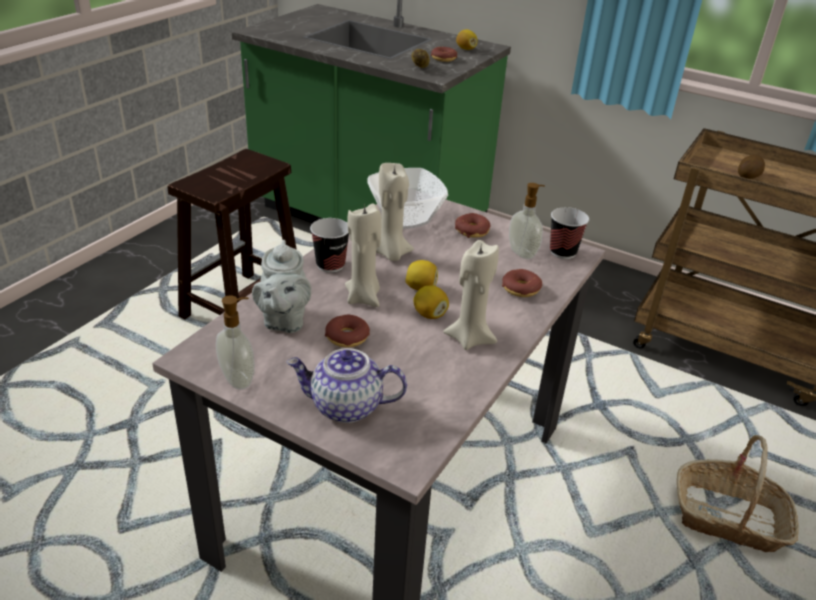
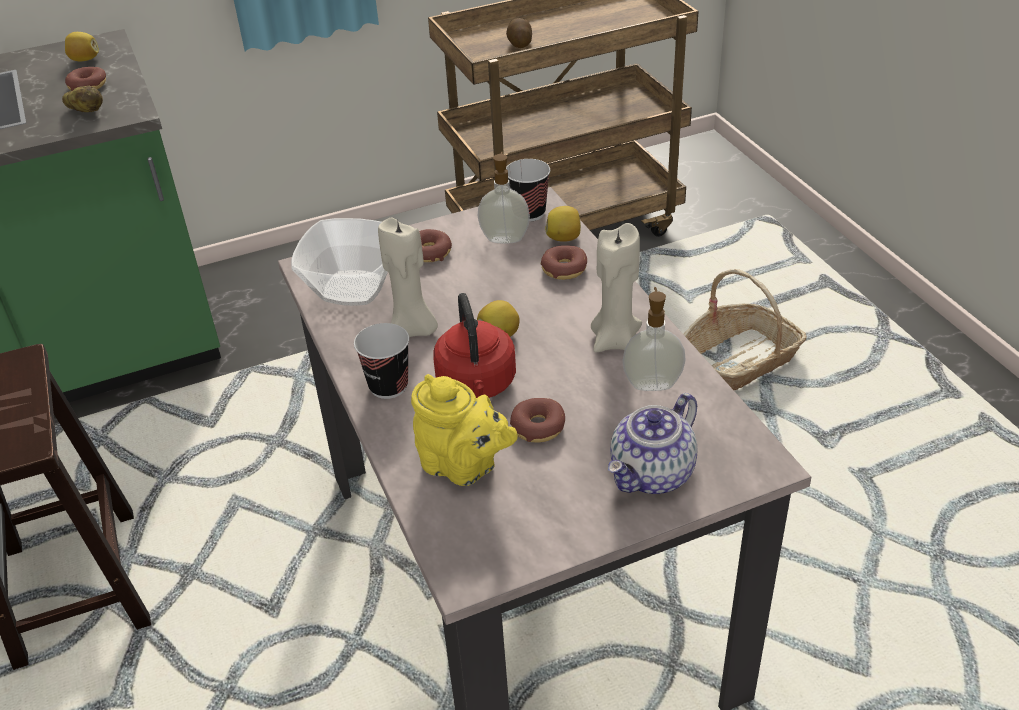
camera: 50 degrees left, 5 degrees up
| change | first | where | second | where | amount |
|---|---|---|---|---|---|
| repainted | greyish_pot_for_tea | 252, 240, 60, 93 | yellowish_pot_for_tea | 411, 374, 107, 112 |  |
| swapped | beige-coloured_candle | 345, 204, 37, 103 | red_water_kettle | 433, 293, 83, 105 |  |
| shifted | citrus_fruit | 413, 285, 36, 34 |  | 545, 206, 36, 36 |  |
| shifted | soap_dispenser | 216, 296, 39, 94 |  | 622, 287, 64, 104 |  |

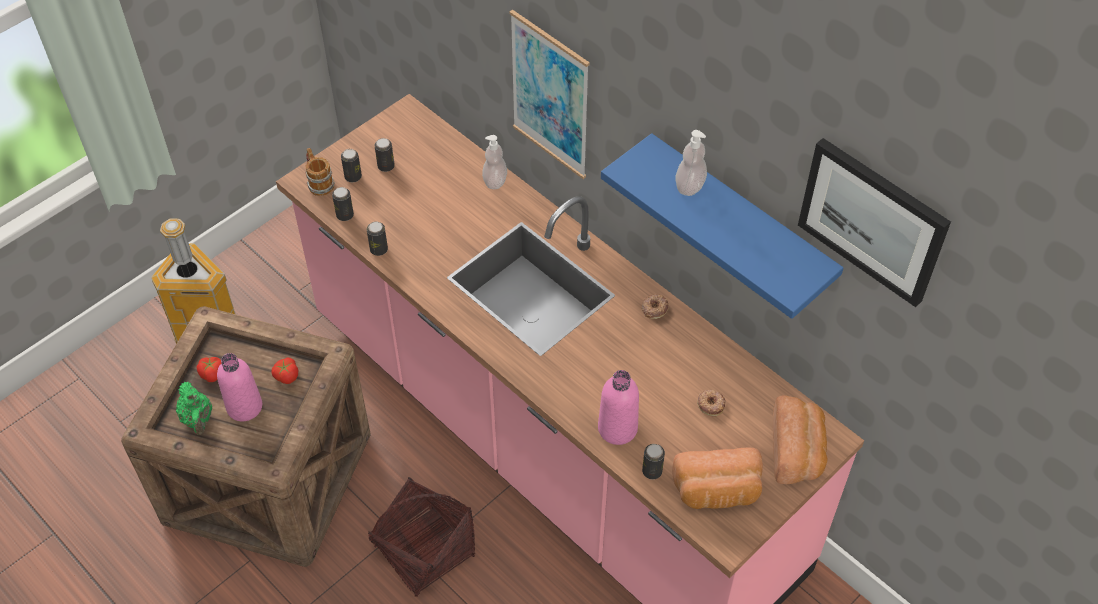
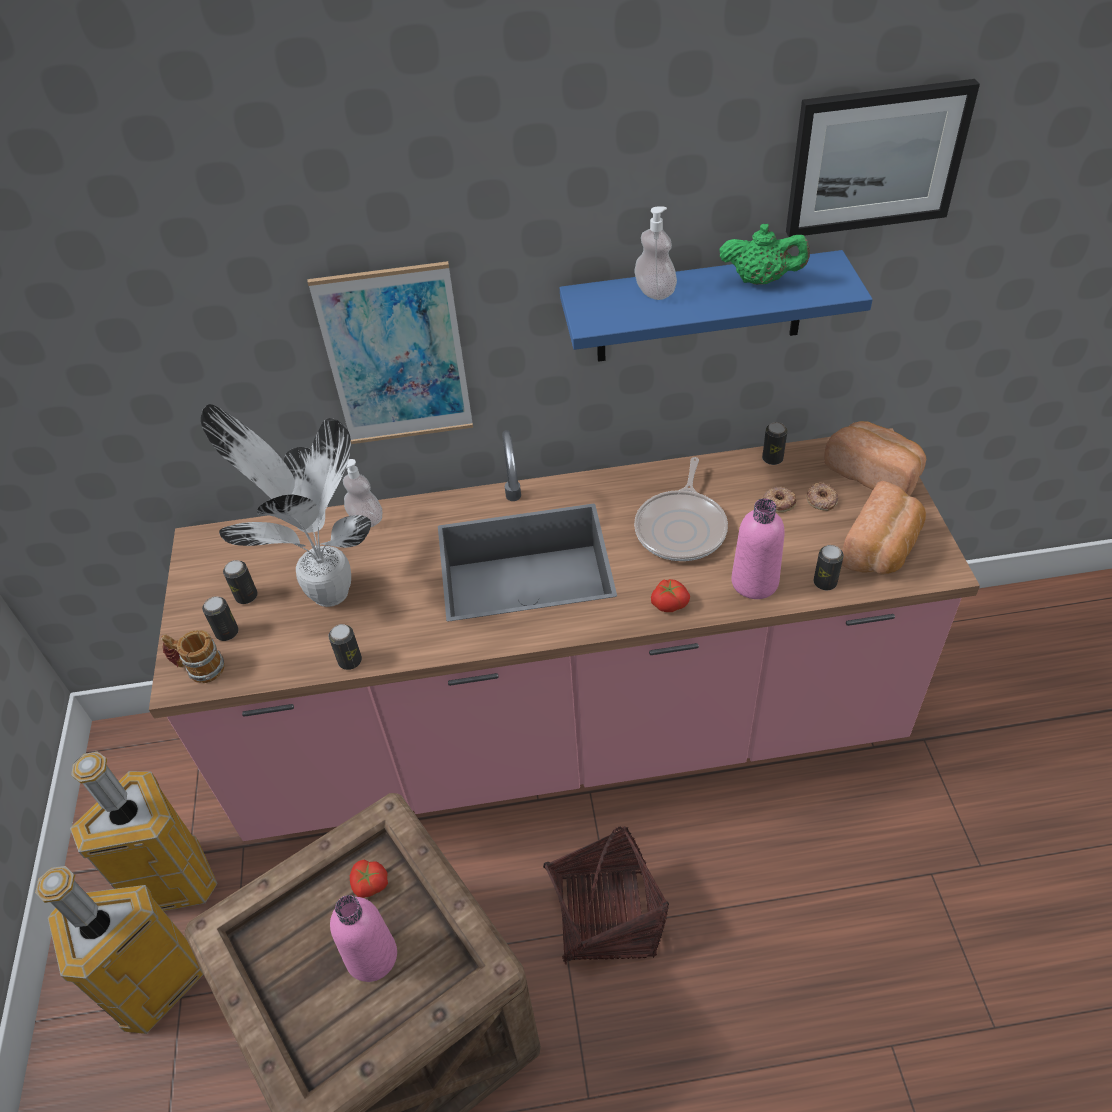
camera: 50 degrees left, 5 degrees down
| change | first | where | second | where | amount |
|---|---|---|---|---|---|
| new |  |  | rubbish_bin | 70, 752, 148, 159 |  |
| new |  |  | potted_plant | 201, 404, 170, 203 |  |
| new |  |  | skillet | 634, 457, 94, 104 |  |
| shifted | fresh_tomato | 197, 357, 24, 25 |  | 651, 579, 39, 33 |  |
| shifted | green_pot_for_tea | 176, 382, 36, 53 |  | 719, 224, 91, 61 |  |
| shifted | can | 332, 187, 22, 34 |  | 762, 422, 26, 43 |  |
| shifted | doughnut | 642, 294, 27, 25 |  | 806, 483, 33, 28 |  |

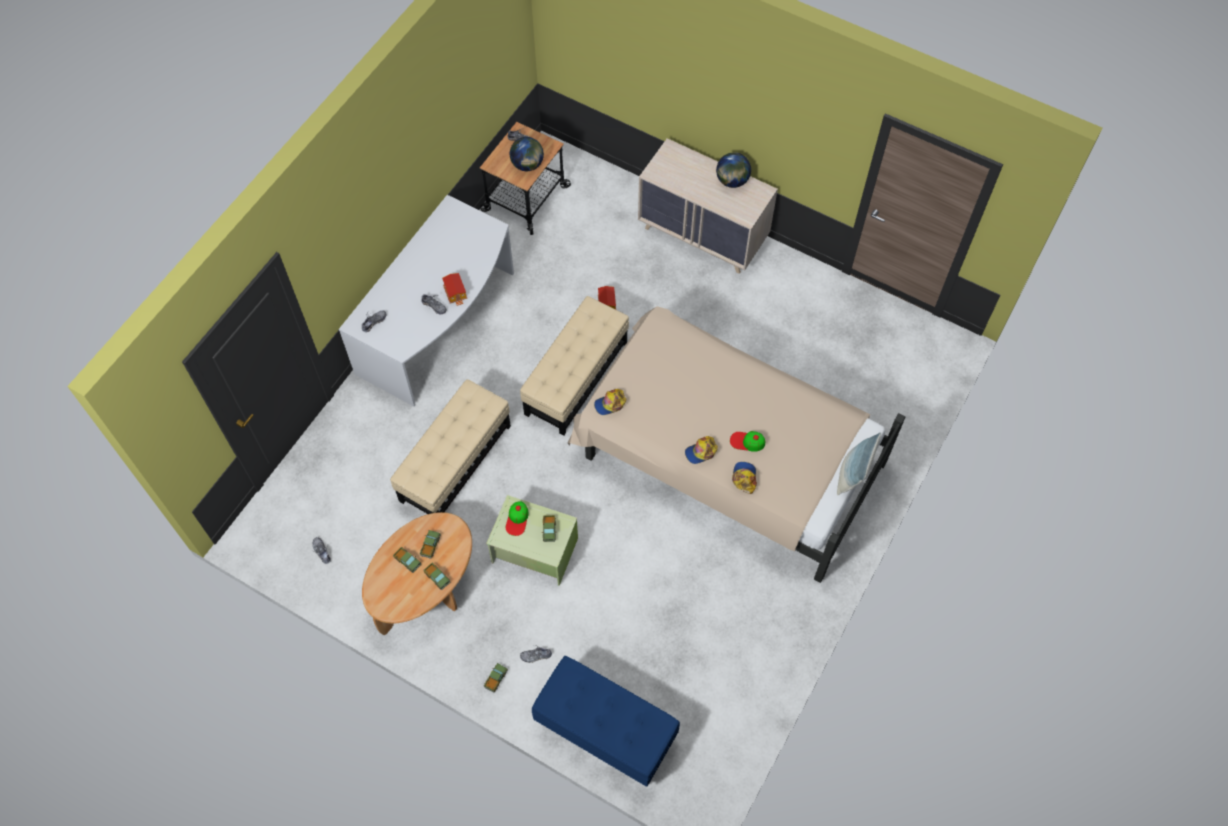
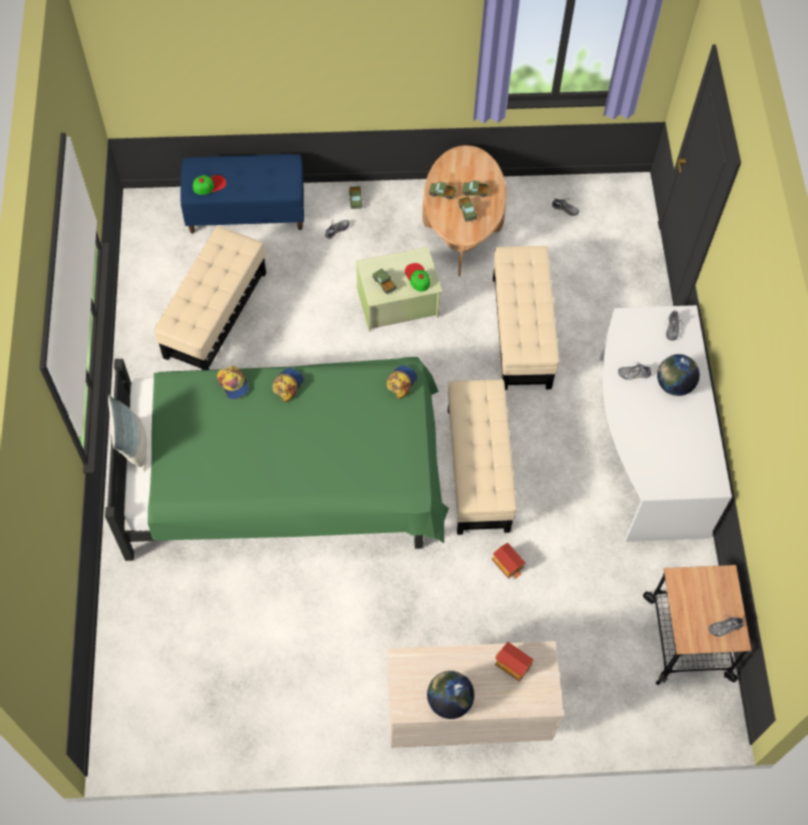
camera: 145 degrees right, 0 degrees up
| change | first | where | second | where | amount |
|---|---|---|---|---|---|
| repainted | beige-coloured_bedroom_bed | 568, 306, 337, 277 | green_bedroom_bed | 105, 357, 344, 204 |  |
| new |  |  | beige-coloured_pouffe | 154, 226, 112, 144 |  |
| shifted | cap | 730, 431, 35, 21 |  | 193, 175, 33, 20 |  |
| shifted | model_house | 442, 273, 25, 33 |  | 495, 642, 39, 40 |  |
| shifted | globe | 510, 137, 34, 34 |  | 657, 354, 43, 42 |  |

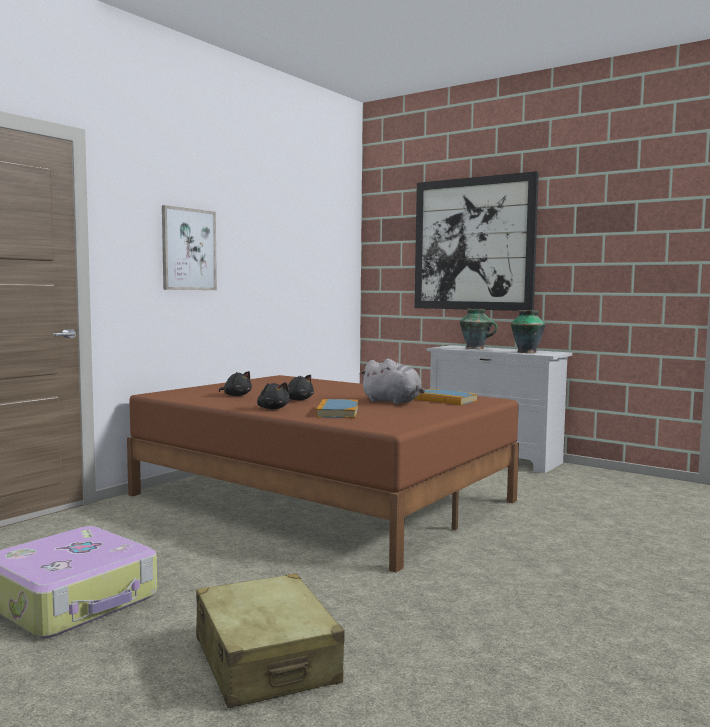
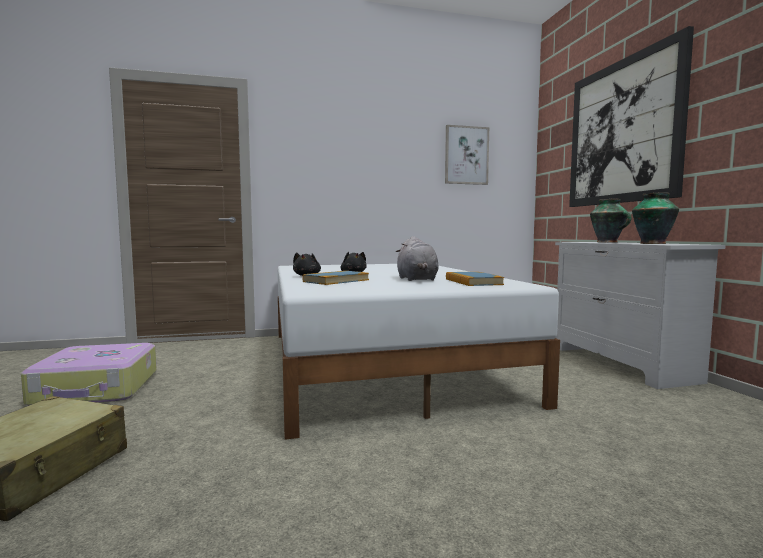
camera: 40 degrees right, 0 degrees up
| change | first | where | second | where | amount |
|---|---|---|---|---|---|
| repainted | brown-coloured_bedroom_bed | 127, 375, 392, 198 | white_bedroom_bed | 278, 264, 282, 176 |  |
| shifted | wall_picture | 162, 205, 55, 85 |  | 445, 125, 44, 60 |  |
| gone | black_soft_toy | 219, 371, 33, 25 |  |  |  |

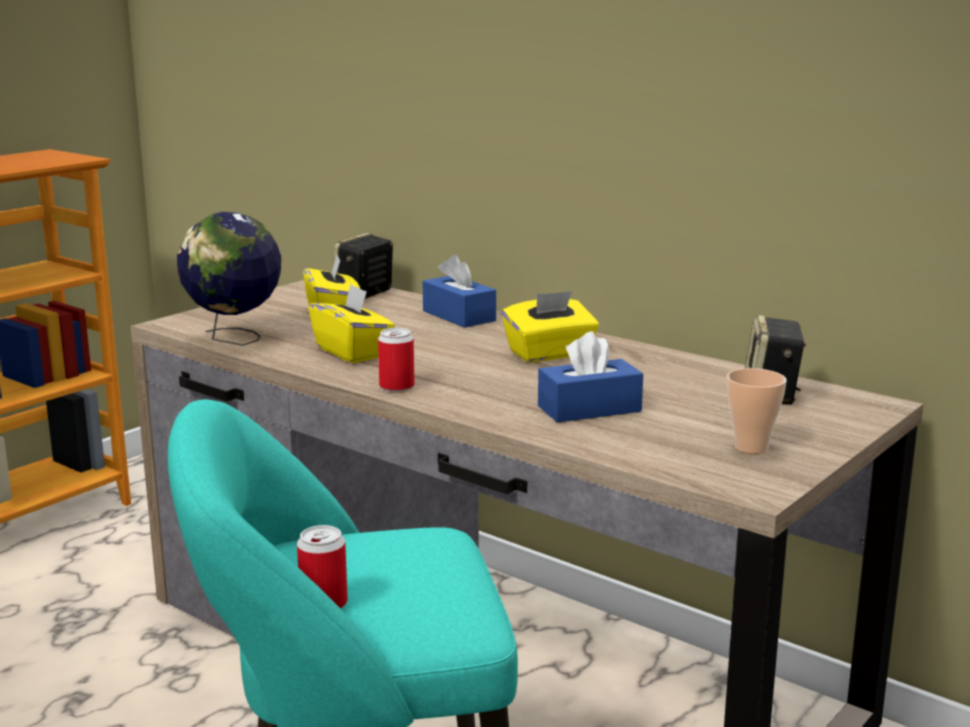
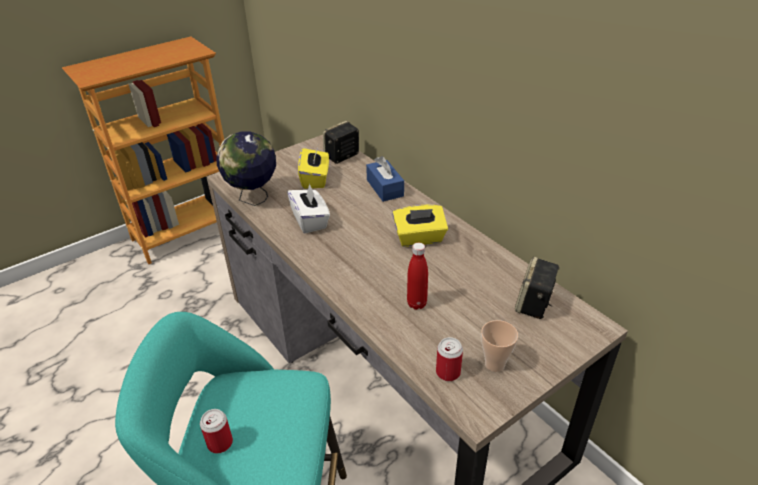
camera: 15 degrees right, 20 degrees up
| change | first | where | second | where | amount |
|---|---|---|---|---|---|
| repainted | yellowish_tissue_box | 308, 284, 87, 79 | white_tissue_box | 287, 184, 43, 49 |  |
| swapped | bluish_tissue_box | 538, 332, 105, 91 | red_drink_bottle | 407, 243, 21, 67 |  |
| shifted | can | 378, 328, 37, 64 |  | 436, 337, 27, 44 |  |

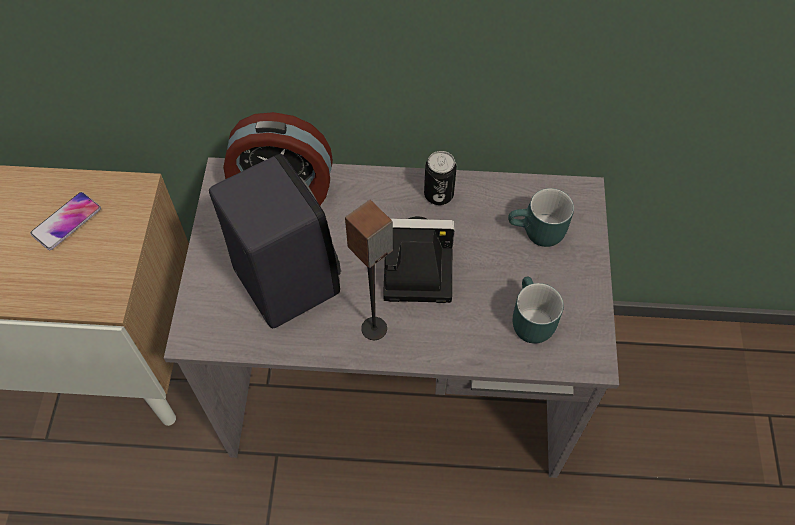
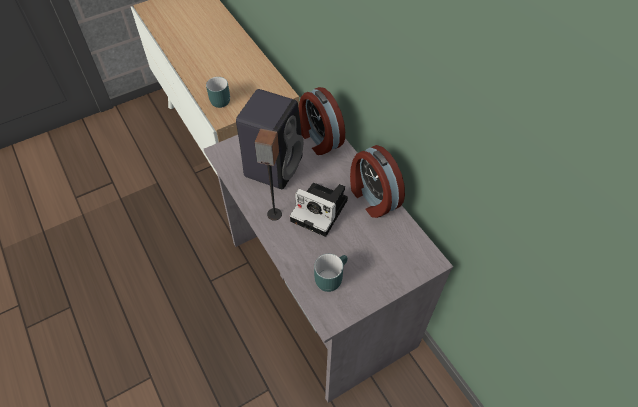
camera: 55 degrees right, 5 degrees down
| change | first | where | second | where | amount |
|---|---|---|---|---|---|
| shifted | turquoise-coloured_mug | 508, 188, 66, 59 |  | 206, 77, 24, 31 |  |
| rotated | photo_camera | 383, 216, 72, 87 |  | 290, 183, 58, 54 | 150 degrees clockwise |
| swapped | can | 424, 151, 33, 54 | alarm_clock | 350, 145, 55, 73 |  |
| gone | phone | 30, 192, 71, 58 |  |  |  |

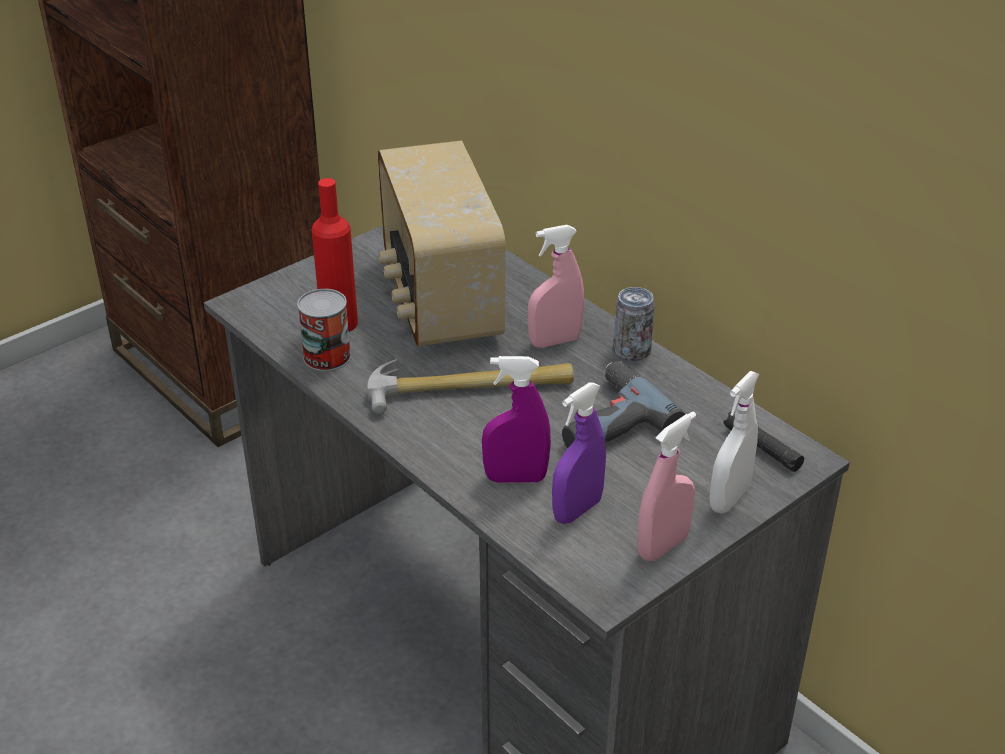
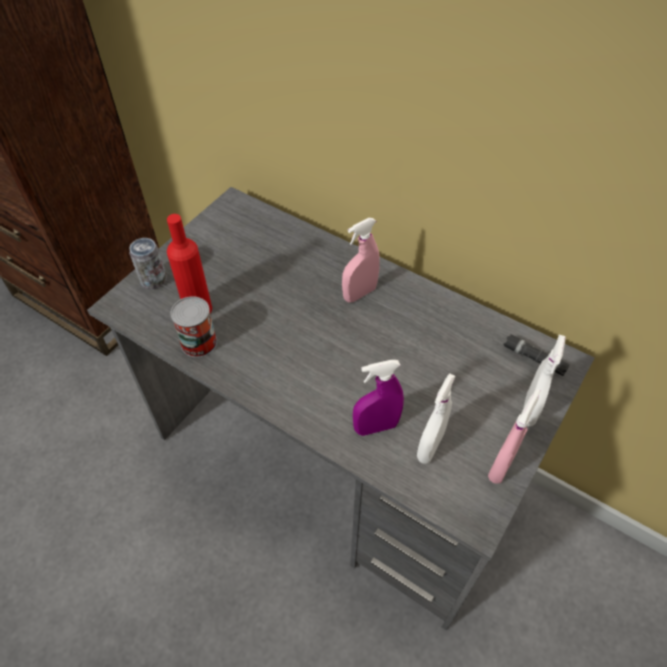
camera: 15 degrees left, 15 degrees up
| change | first | where | second | where | amount |
|---|---|---|---|---|---|
| shifted | can | 613, 287, 42, 74 |  | 129, 238, 38, 51 |  |
| repainted | purplish_sprayer | 552, 382, 54, 142 | white_sprayer | 417, 373, 39, 91 |  |
| gone | hand_hammer | 367, 359, 207, 55 |  |  |  |
| gone | radio_set | 378, 140, 128, 207 |  |  |  |
| gone | power_drill | 562, 361, 124, 87 |  |  |  |

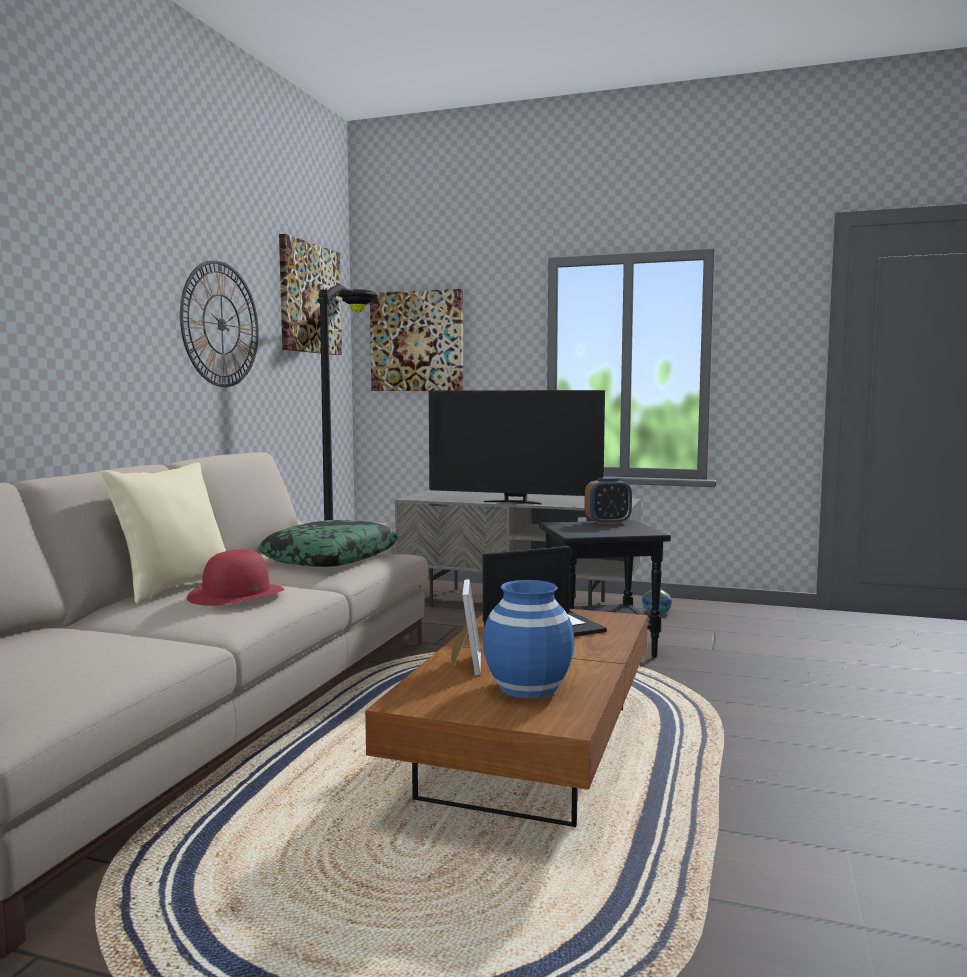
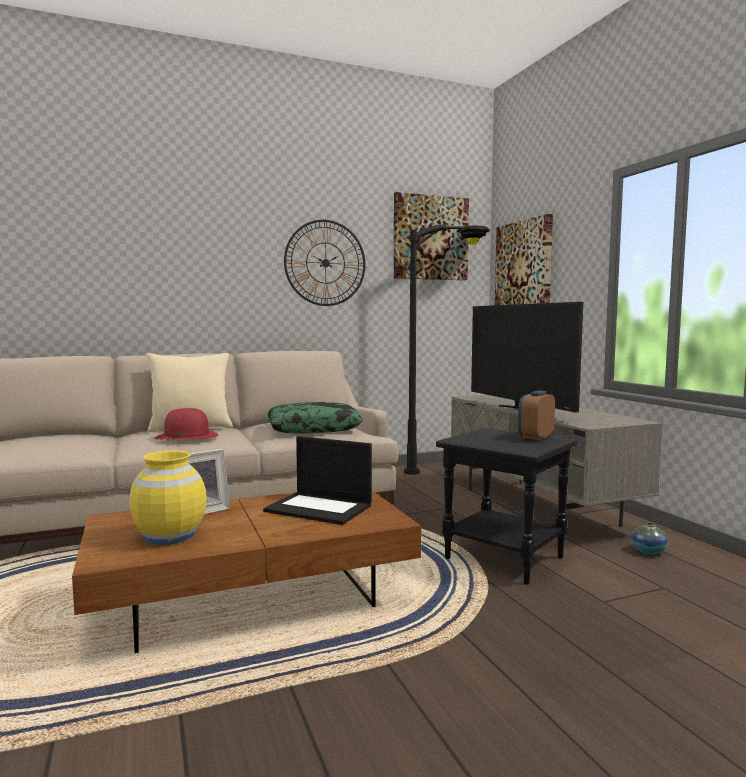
camera: 50 degrees right, 0 degrees up
| change | first | where | second | where | amount |
|---|---|---|---|---|---|
| repainted | bluish_vase | 483, 580, 91, 118 | yellowish_vase | 130, 450, 77, 95 |  |
| rotated | alarm_clock | 584, 477, 48, 47 |  | 518, 391, 37, 49 | 90 degrees clockwise |

